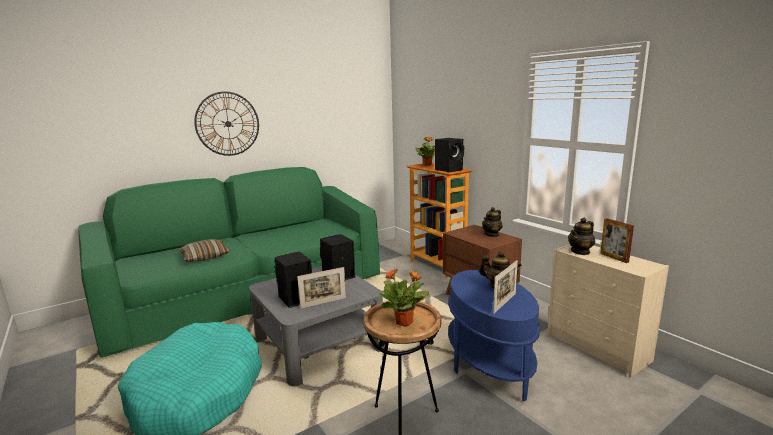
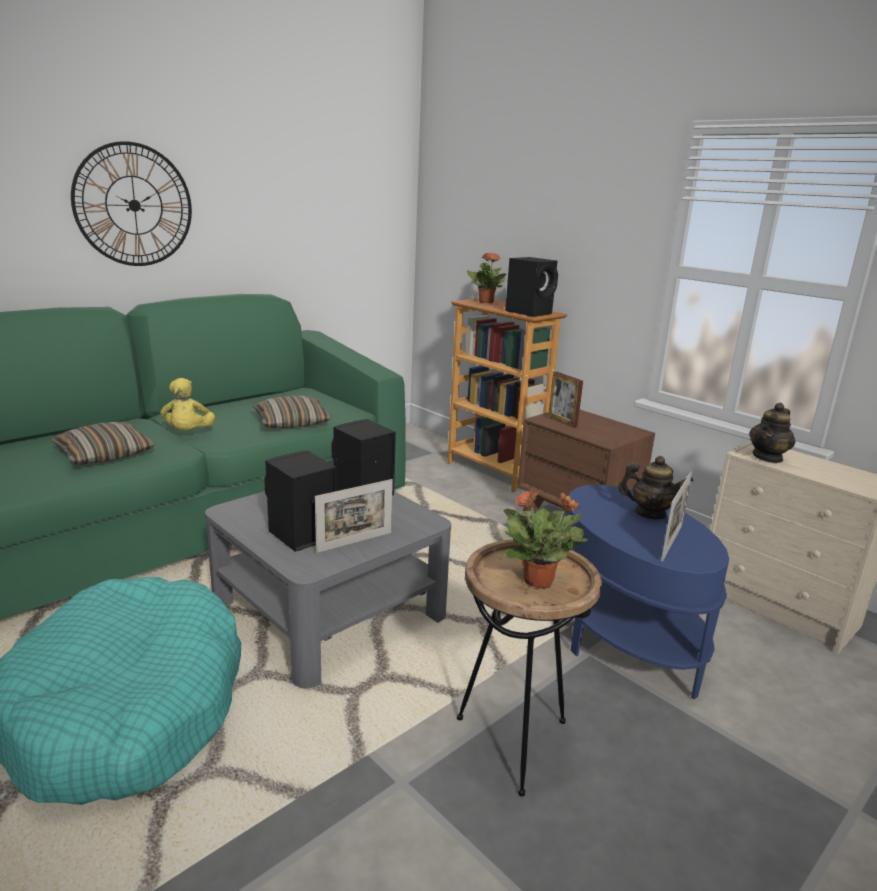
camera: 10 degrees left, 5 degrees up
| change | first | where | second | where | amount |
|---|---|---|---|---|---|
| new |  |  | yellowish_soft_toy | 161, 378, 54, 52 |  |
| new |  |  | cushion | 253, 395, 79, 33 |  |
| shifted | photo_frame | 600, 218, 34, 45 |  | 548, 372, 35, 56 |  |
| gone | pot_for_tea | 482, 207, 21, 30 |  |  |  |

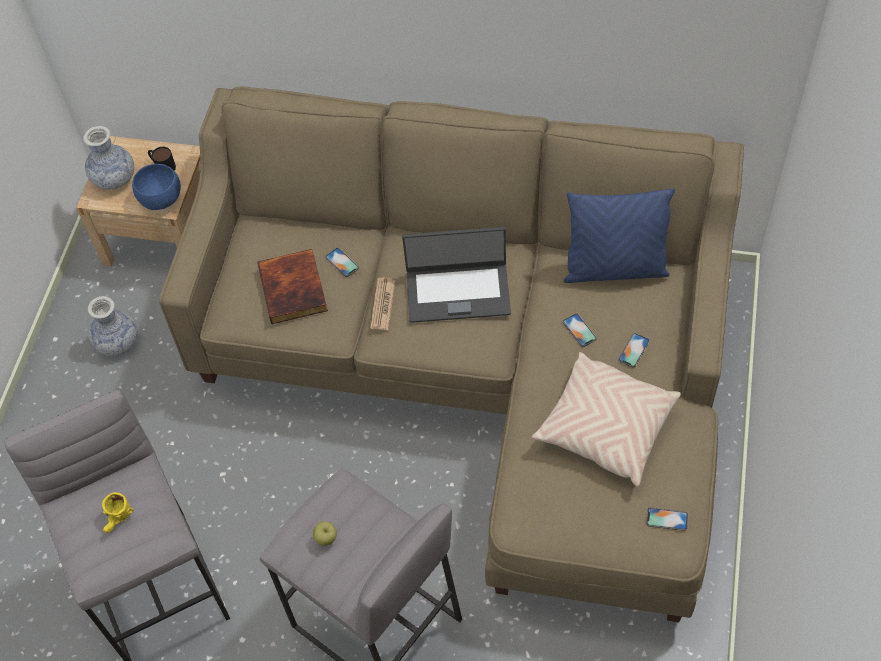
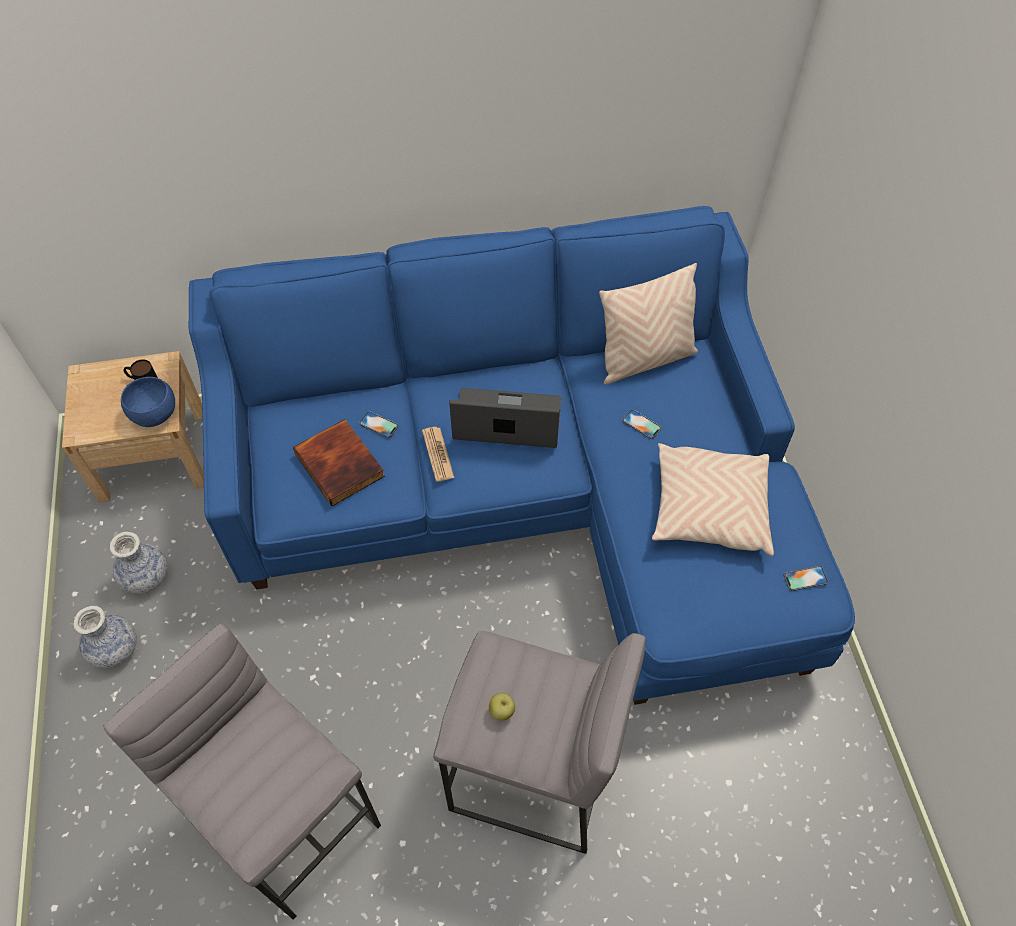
camera: 25 degrees left, 0 degrees up
| change | first | where | second | where | amount |
|---|---|---|---|---|---|
| shifted | vase | 83, 126, 51, 64 |  | 74, 606, 63, 62 |  |
| repainted | beige-coloured_sofa | 159, 86, 585, 536 | bluish_sofa | 189, 206, 666, 499 |  |
| rotated | notebook_computer | 402, 227, 109, 96 |  | 449, 388, 113, 60 | 150 degrees counterclockwise |
| repainted | bluish_cushion | 564, 189, 111, 94 | beige-coloured_cushion | 599, 263, 99, 121 |  |
| gone | yellowish_mug | 102, 492, 31, 41 |  |  |  |
| gone | phone | 618, 333, 32, 34 |  |  |  |

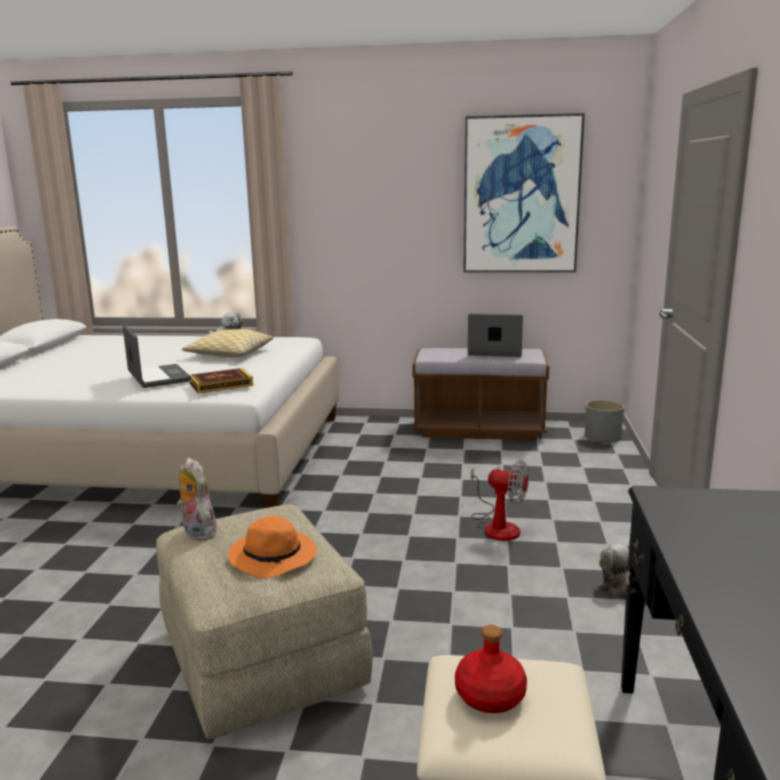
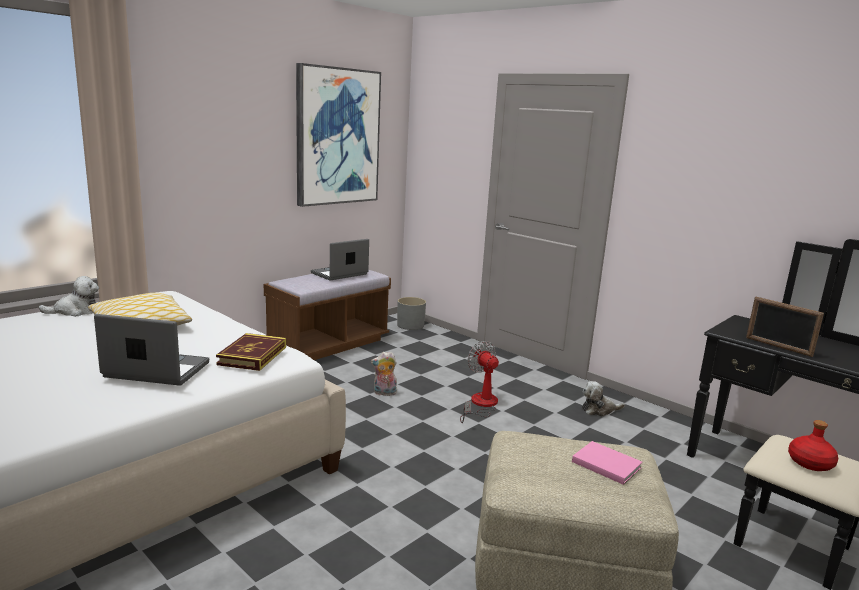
camera: 55 degrees left, 0 degrees up
| change | first | where | second | where | amount |
|---|---|---|---|---|---|
| shifted | soft_toy | 177, 458, 42, 83 |  | 371, 352, 26, 44 |  |
| rotated | fan | 471, 460, 58, 81 |  | 460, 341, 39, 82 | 90 degrees counterclockwise |
| swapped | orange_wearable_hat | 228, 516, 89, 62 | pinkish_bound_book | 572, 441, 70, 44 |  |
| new |  |  | photo_frame | 746, 297, 78, 60 |  |

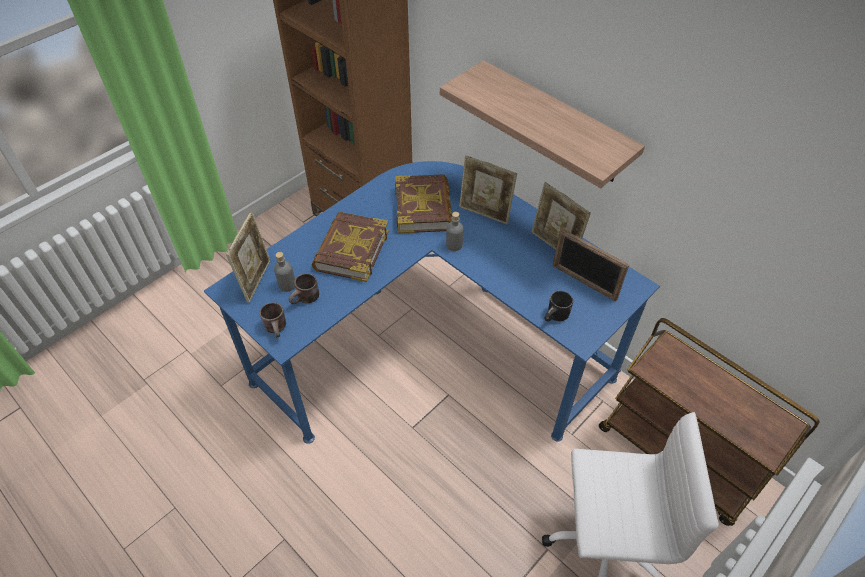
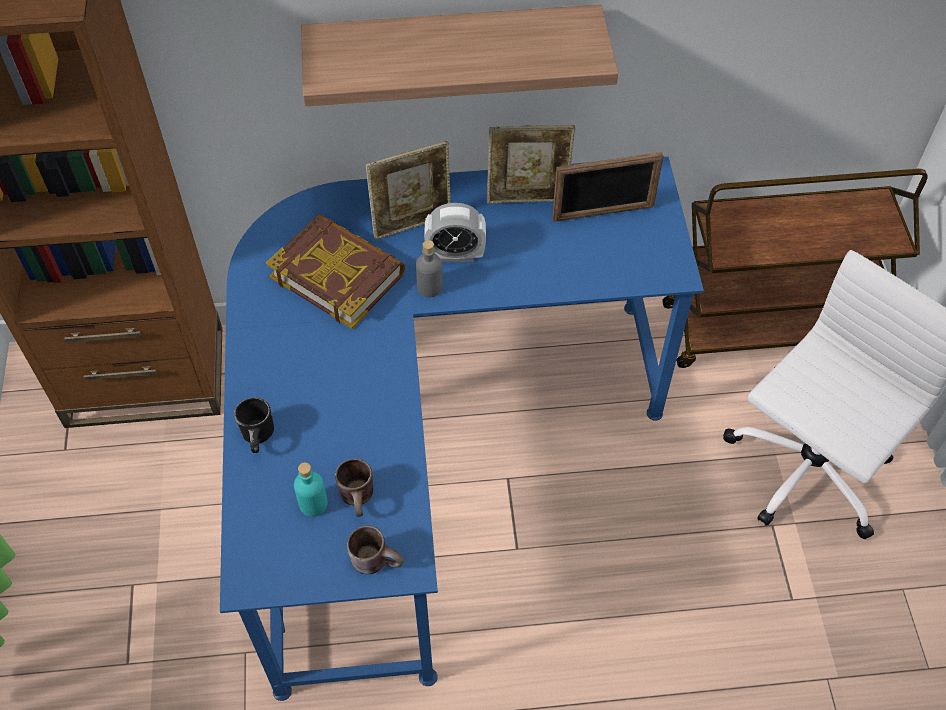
camera: 50 degrees left, 5 degrees up
| change | first | where | second | where | amount |
|---|---|---|---|---|---|
| shifted | black_mug | 544, 291, 29, 31 |  | 234, 398, 40, 55 |  |
| repainted | greyish_drink_bottle | 274, 252, 21, 40 | turquoise-coloured_drink_bottle | 294, 462, 34, 55 |  |
| new |  |  | alarm_clock | 424, 203, 62, 59 |  |
| gone | photo_frame | 226, 212, 44, 91 |  |  |  |
| gone | bound_book | 312, 212, 77, 70 |  |  |  |

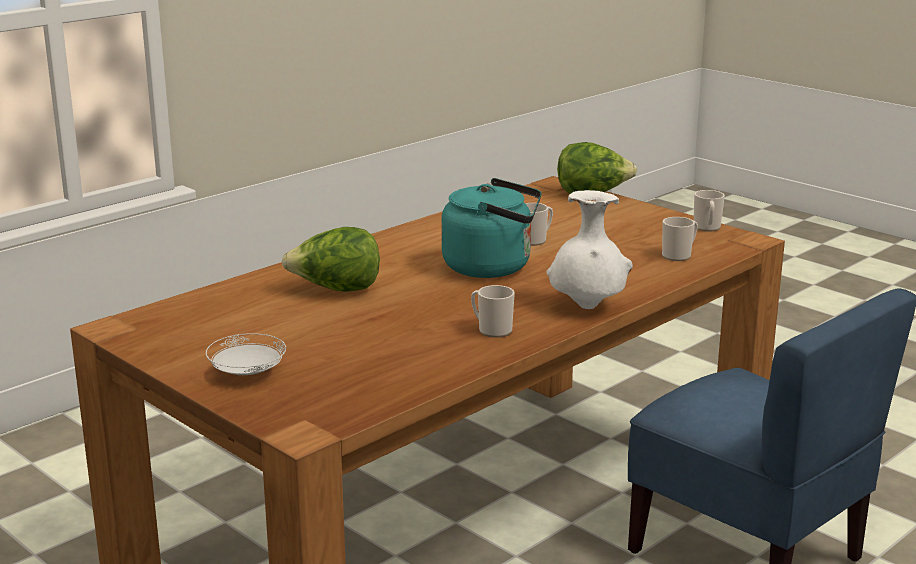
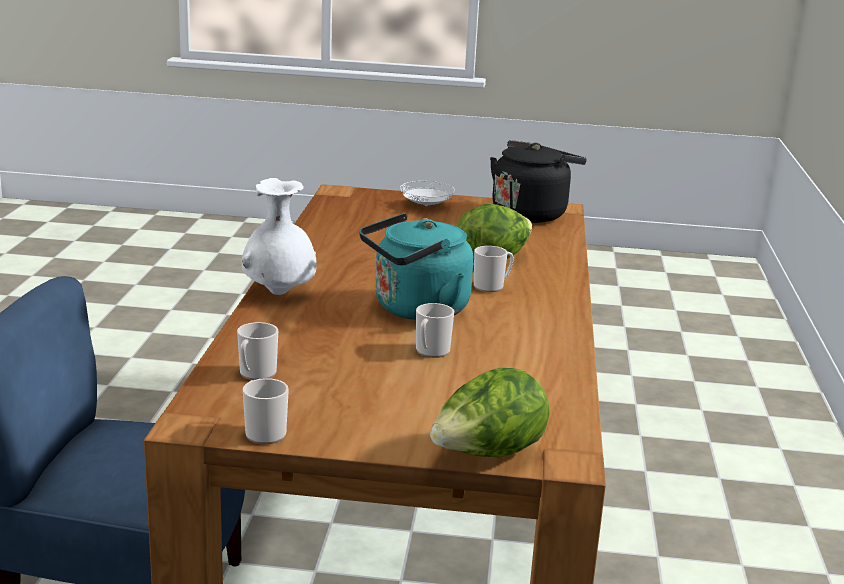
camera: 140 degrees right, 0 degrees up
| change | first | where | second | where | amount |
|---|---|---|---|---|---|
| shifted | mug | 471, 285, 44, 53 |  | 474, 246, 40, 46 |  |
| new |  |  | black_water_kettle | 490, 140, 97, 83 |  |

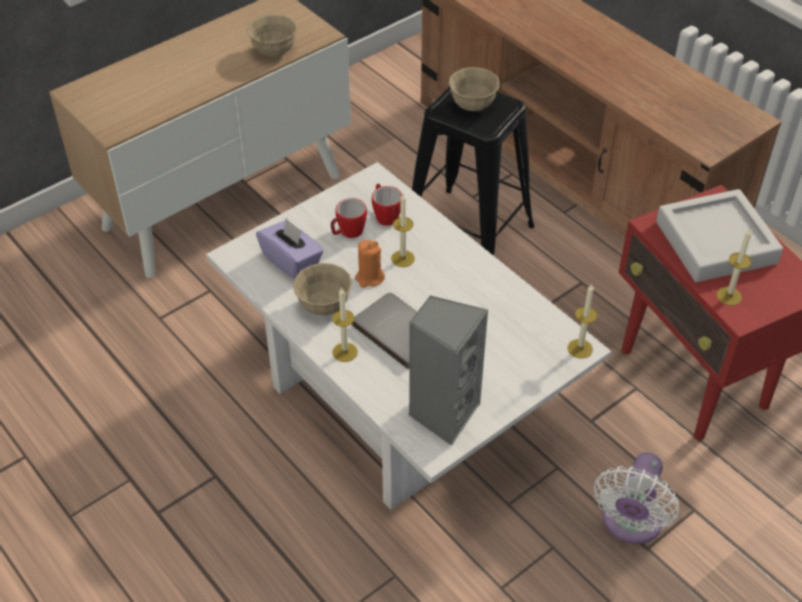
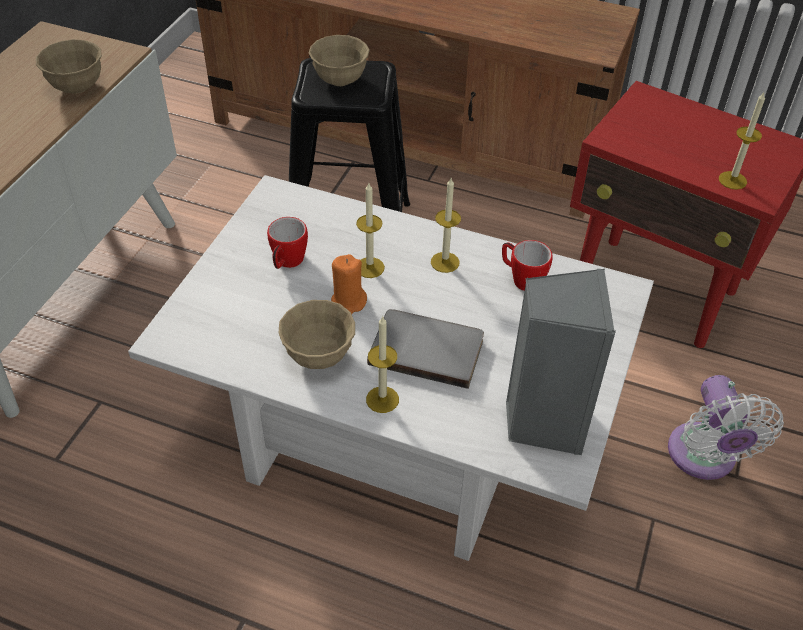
camera: 30 degrees left, 0 degrees up
| change | first | where | second | where | amount |
|---|---|---|---|---|---|
| shifted | candle | 567, 284, 30, 75 |  | 431, 178, 30, 95 |  |
| shifted | mug | 372, 184, 30, 42 |  | 502, 240, 51, 51 |  |
| gone | purplish_tissue_box | 256, 218, 67, 62 |  |  |  |
| gone | greyish_carrying_tray | 656, 189, 127, 93 |  |  |  |

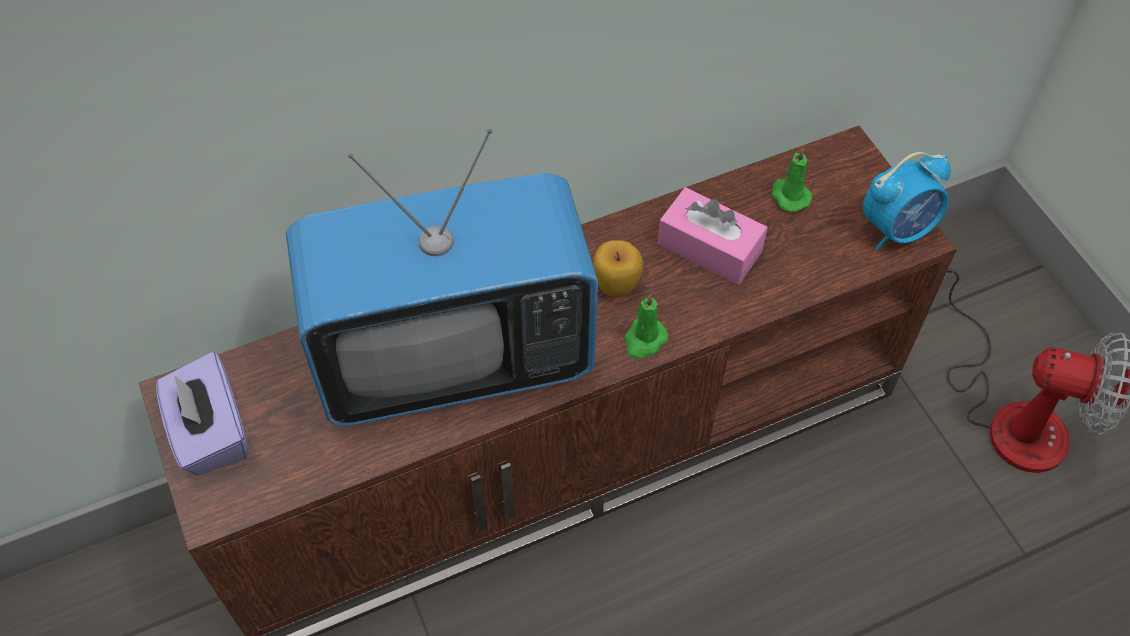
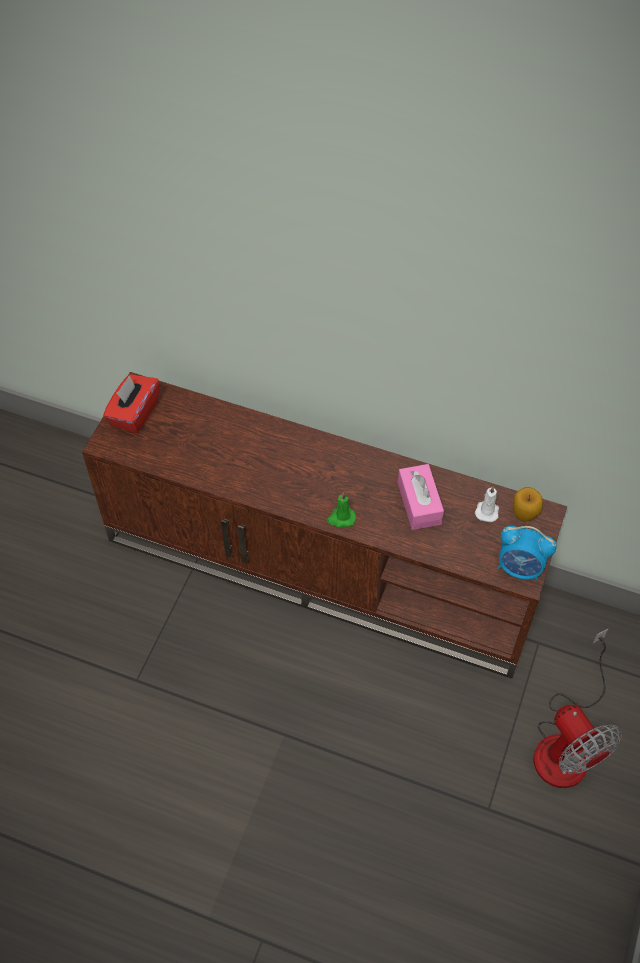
camera: 45 degrees right, 0 degrees up
| change | first | where | second | where | amount |
|---|---|---|---|---|---|
| repainted | purplish_tissue_box | 156, 352, 93, 123 | red_tissue_box | 103, 374, 56, 60 |  |
| repainted | green_candle | 771, 148, 41, 64 | white_candle | 475, 486, 24, 36 |  |
| shifted | whole_apple | 593, 240, 50, 58 |  | 513, 487, 30, 35 |  |
| gone | television | 286, 129, 312, 297 |  |  |  |

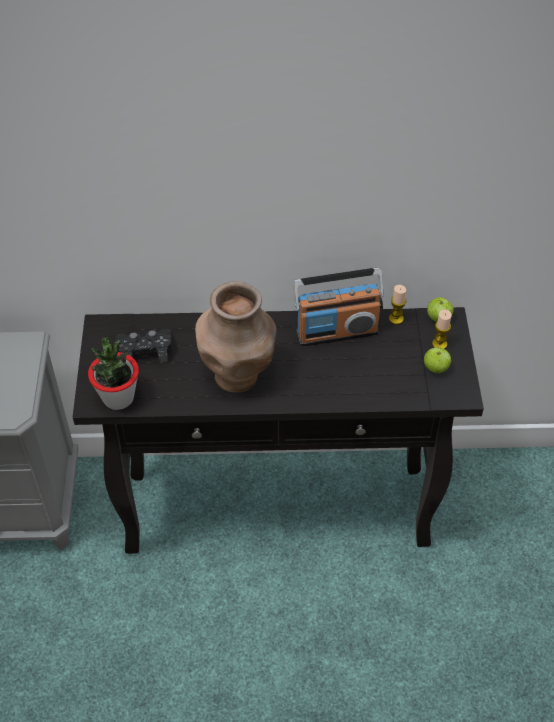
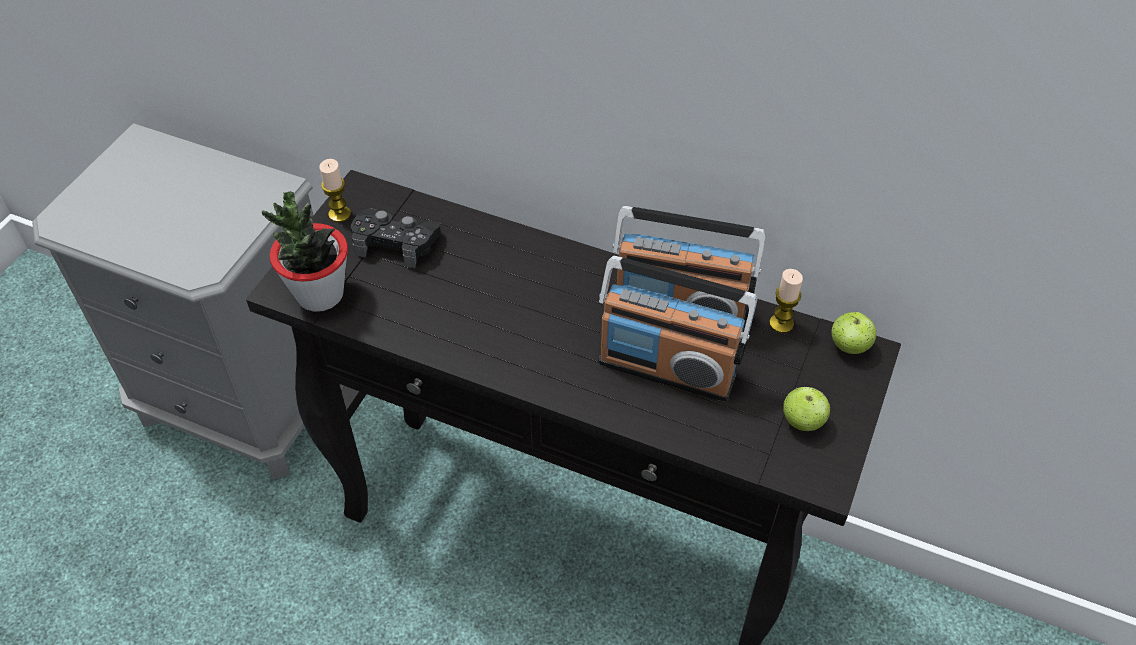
camera: 25 degrees right, 0 degrees up
| change | first | where | second | where | amount |
|---|---|---|---|---|---|
| shifted | candle | 432, 310, 20, 39 |  | 319, 159, 32, 64 |  |
| new |  |  | radio_set | 599, 256, 158, 146 |  |
| gone | brown-coloured_vase | 195, 281, 81, 112 |  |  |  |

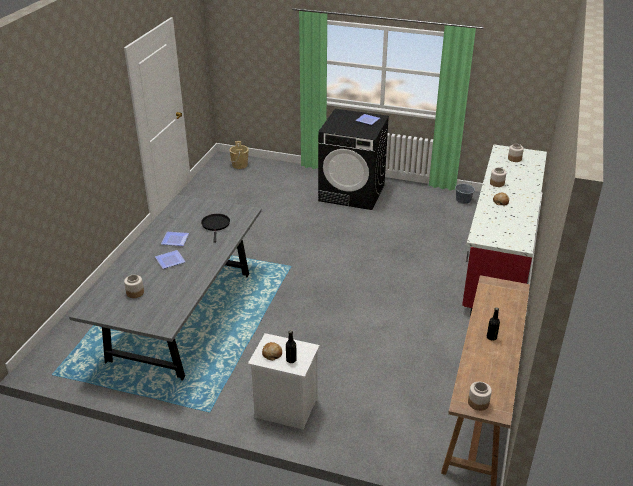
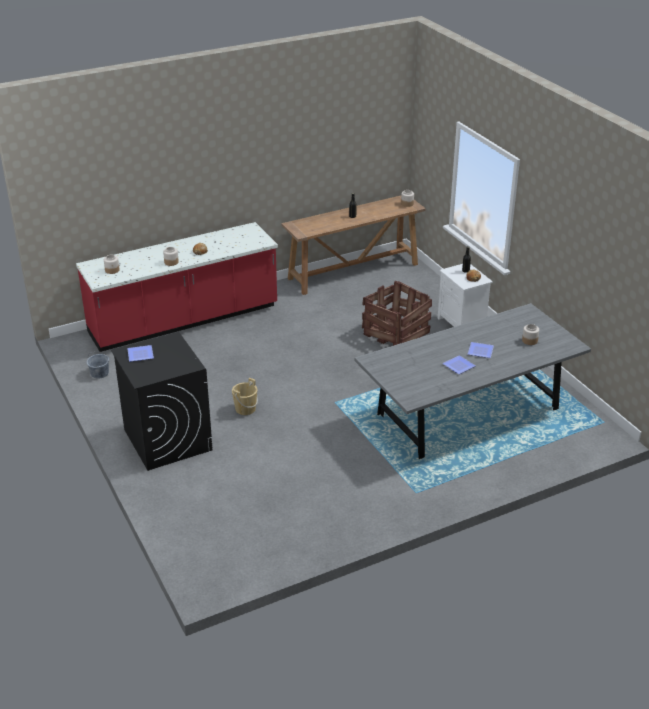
camera: 135 degrees left, 0 degrees up
| change | first | where | second | where | amount |
|---|---|---|---|---|---|
| shifted | beige-coloured_pail | 229, 141, 20, 28 |  | 232, 378, 26, 37 |  |
| new |  |  | packing_crate | 362, 281, 70, 65 |  |
| gone | black_skillet | 201, 214, 29, 29 |  |  |  |

